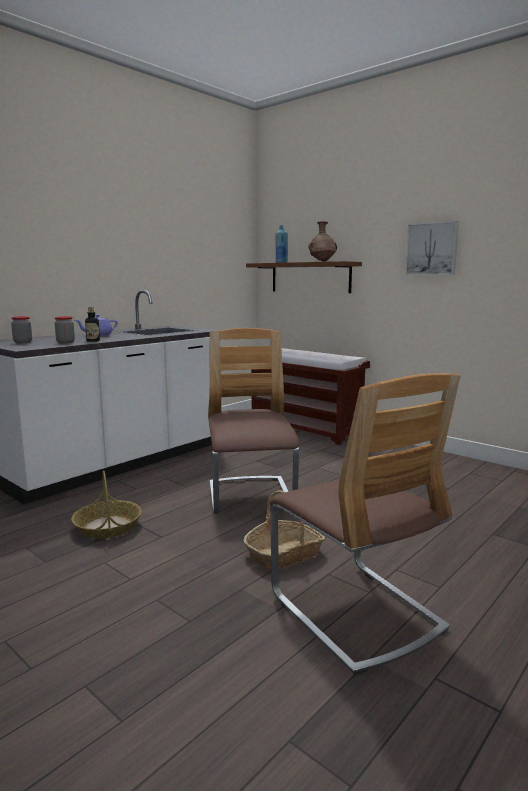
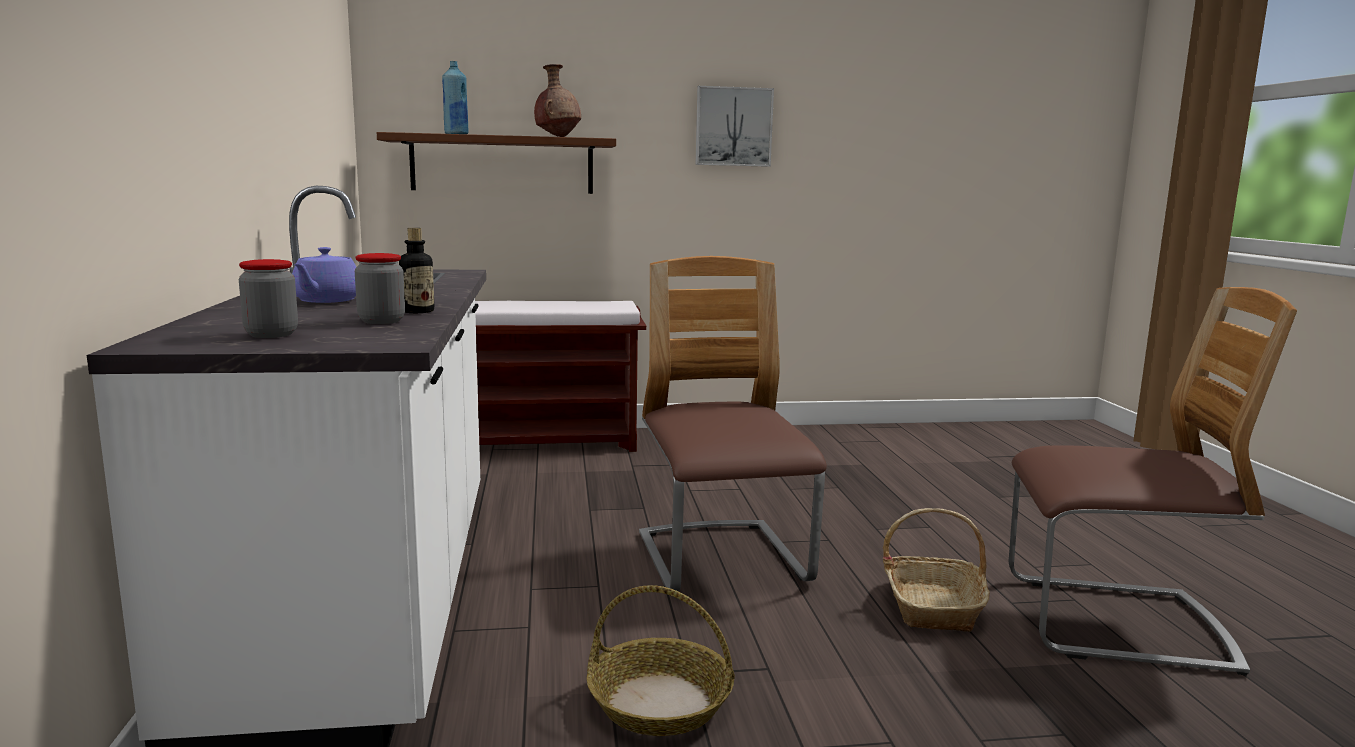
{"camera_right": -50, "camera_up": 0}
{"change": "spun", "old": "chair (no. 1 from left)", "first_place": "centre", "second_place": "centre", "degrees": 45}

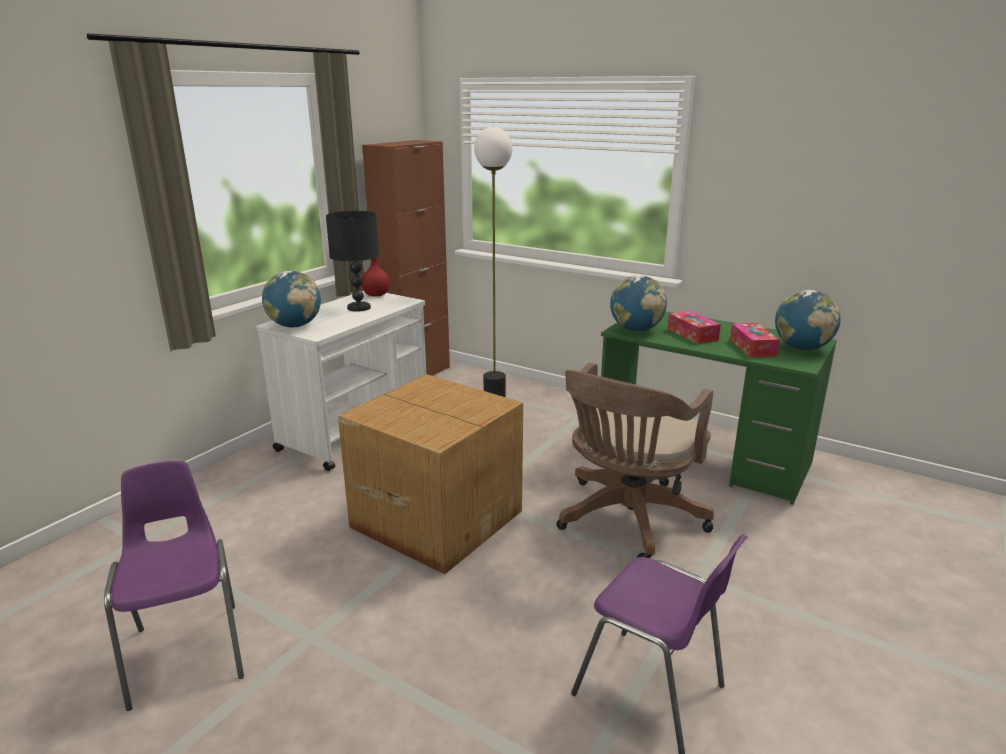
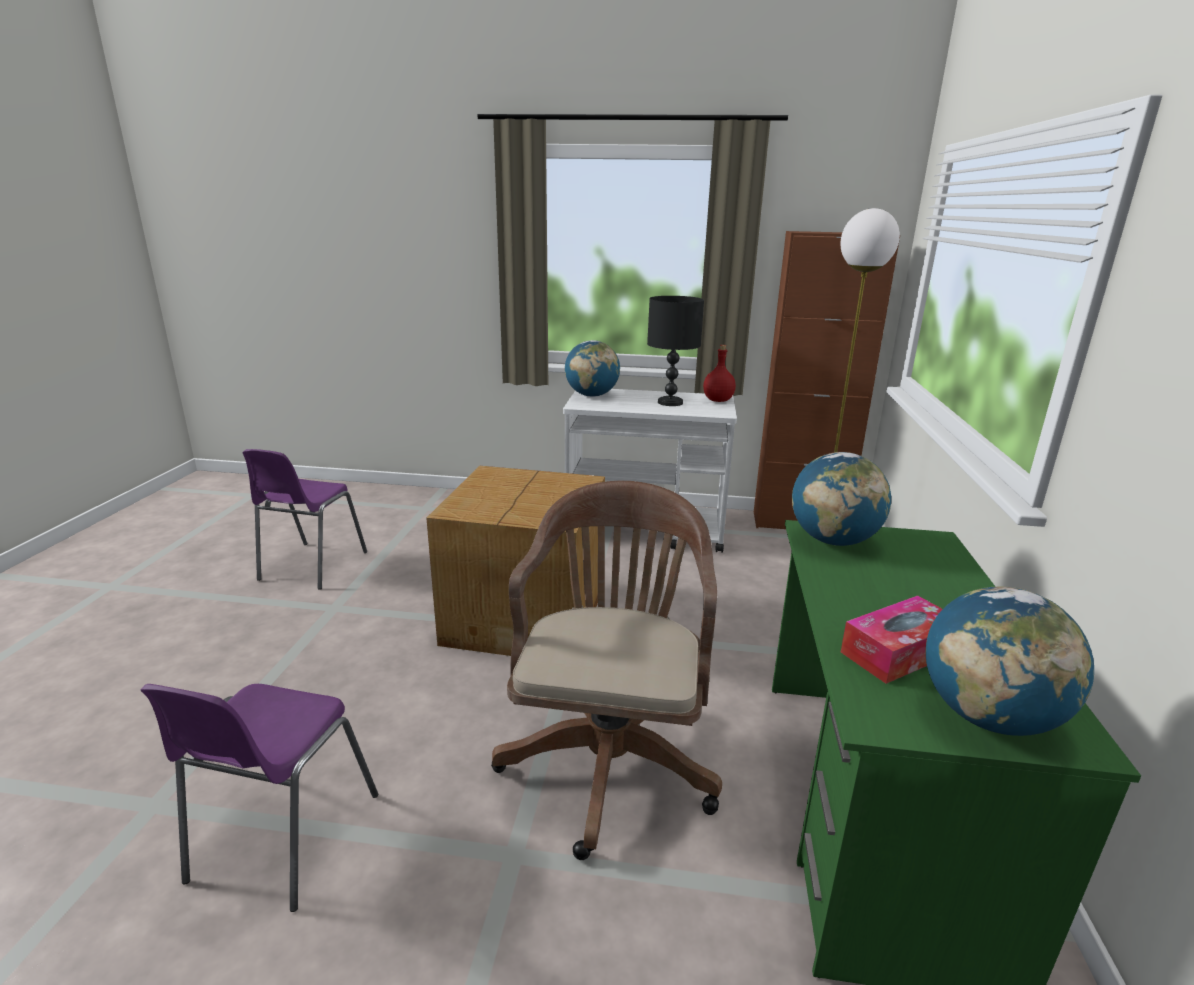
{"camera_right": 65, "camera_up": 0}
{"change": "missing", "old": "tissue_box (no. 1 from left)", "first_place": "middle right"}
{"change": "spun", "old": "brown_office_chair", "first_place": "centre", "second_place": "bottom centre", "degrees": 90}
{"change": "spun", "old": "purple_chair (no. 1 from left in the first image)", "first_place": "bottom left", "second_place": "middle left", "degrees": 150}

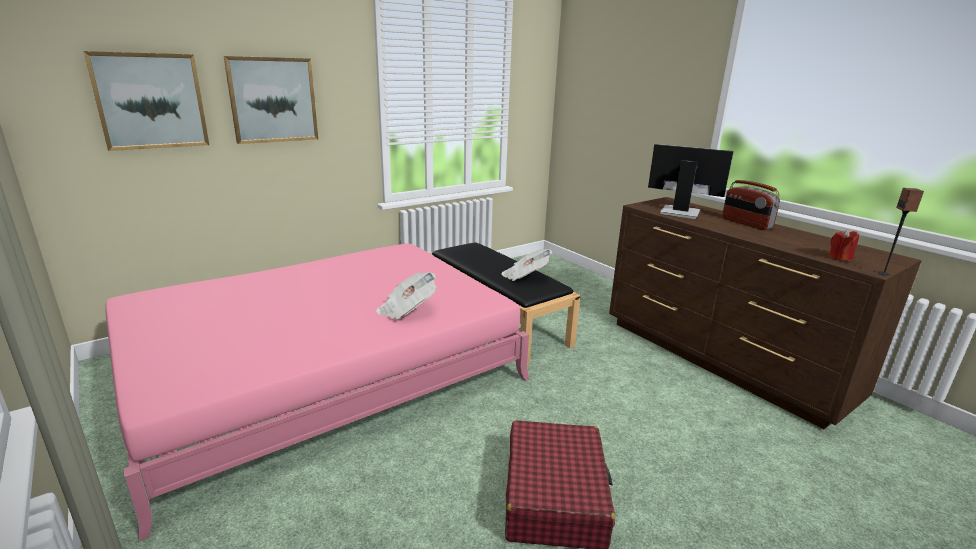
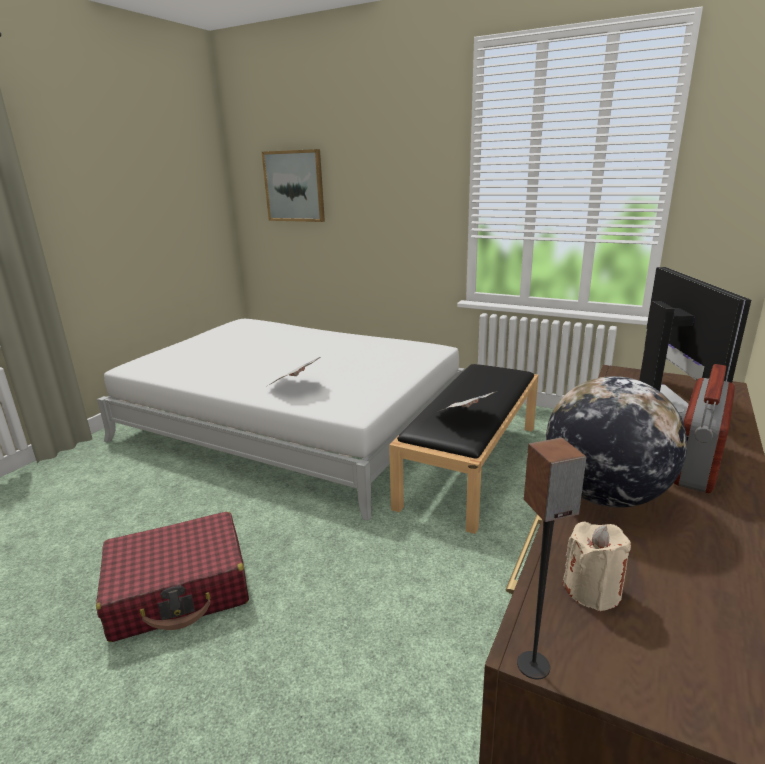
{"camera_right": 65, "camera_up": 0}
{"change": "missing", "old": "picture (no. 2 from left)", "first_place": "top left"}
{"change": "colour", "old": "red_candle", "new": "beige_candle", "first_place": "middle right", "second_place": "bottom right"}
{"change": "colour", "old": "pink_bed", "new": "white_bed", "first_place": "bottom left", "second_place": "centre"}
{"change": "appeared", "new": "globe", "second_place": "middle right"}

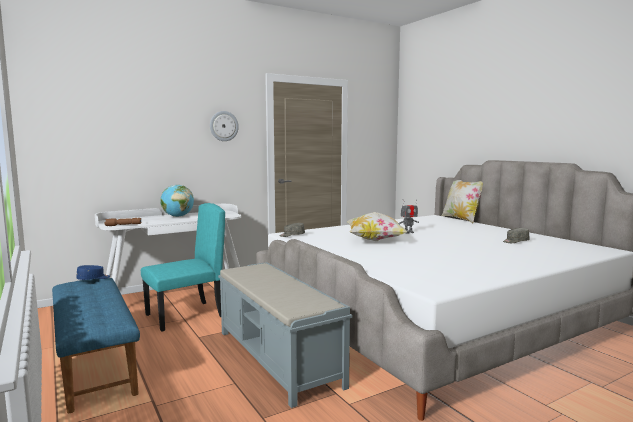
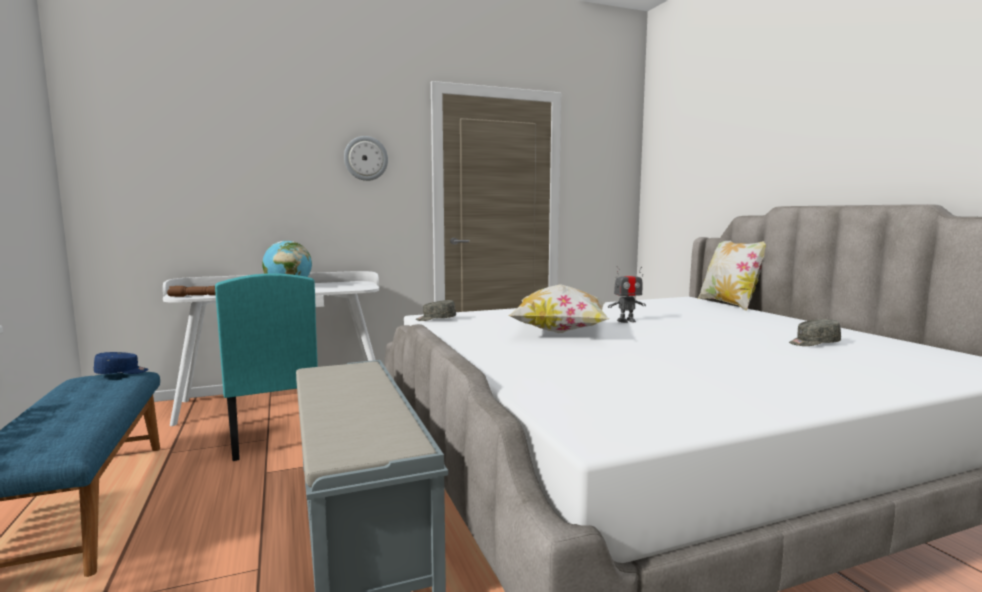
{"camera_right": 10, "camera_up": 0}
{"change": "spun", "old": "turquoise_chair", "first_place": "middle left", "second_place": "middle left", "degrees": 90}

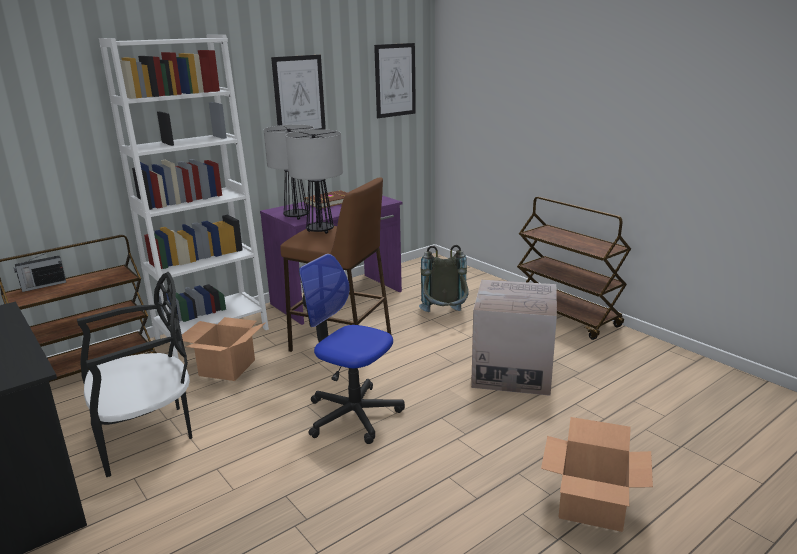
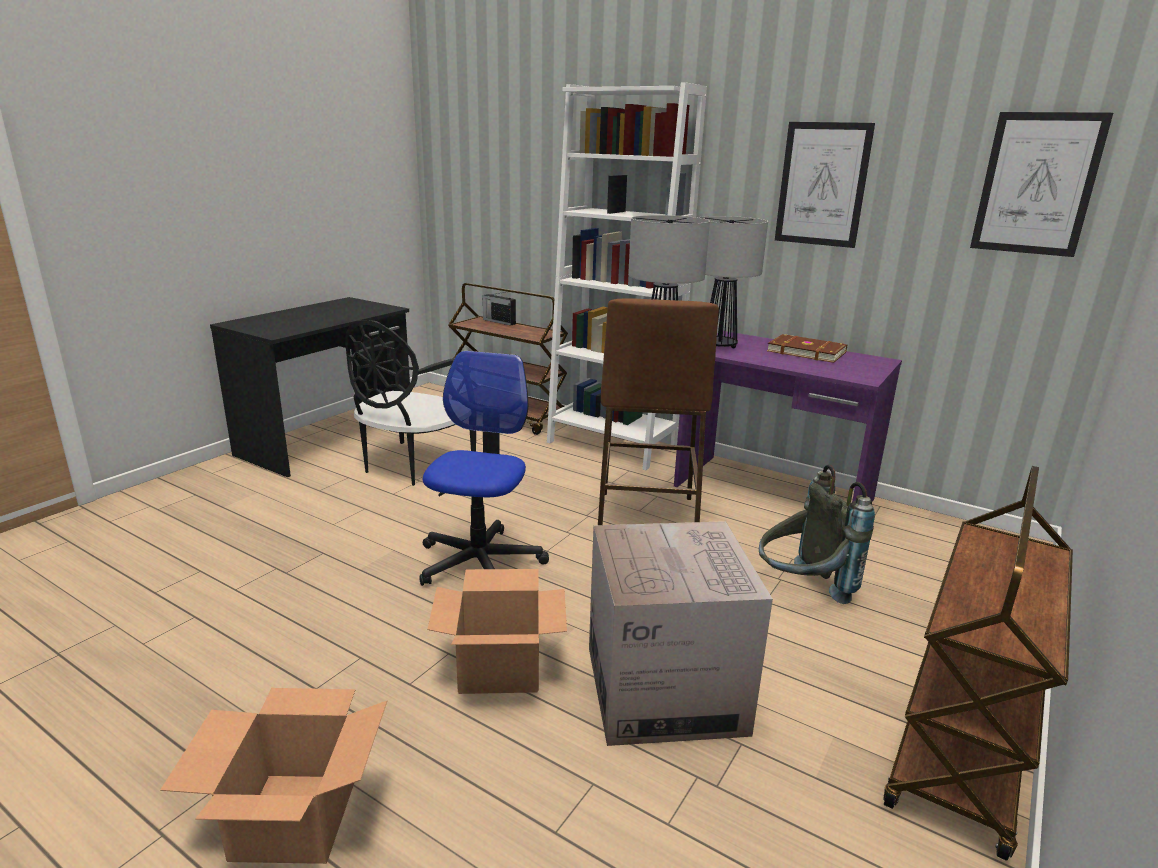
{"camera_right": 70, "camera_up": 0}
{"change": "spun", "old": "black_chair", "first_place": "bottom left", "second_place": "centre", "degrees": 75}
{"change": "relocated", "old": "cardboard_box (no. 1 from left in the first image)", "new": "cardboard_box (no. 2 from left)", "first_place": "middle left", "second_place": "bottom centre"}

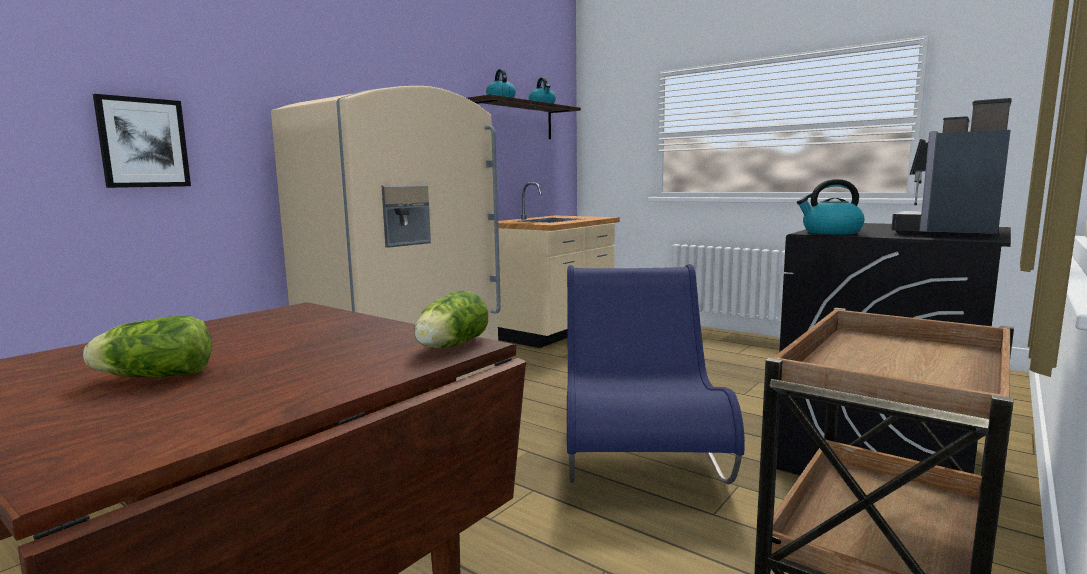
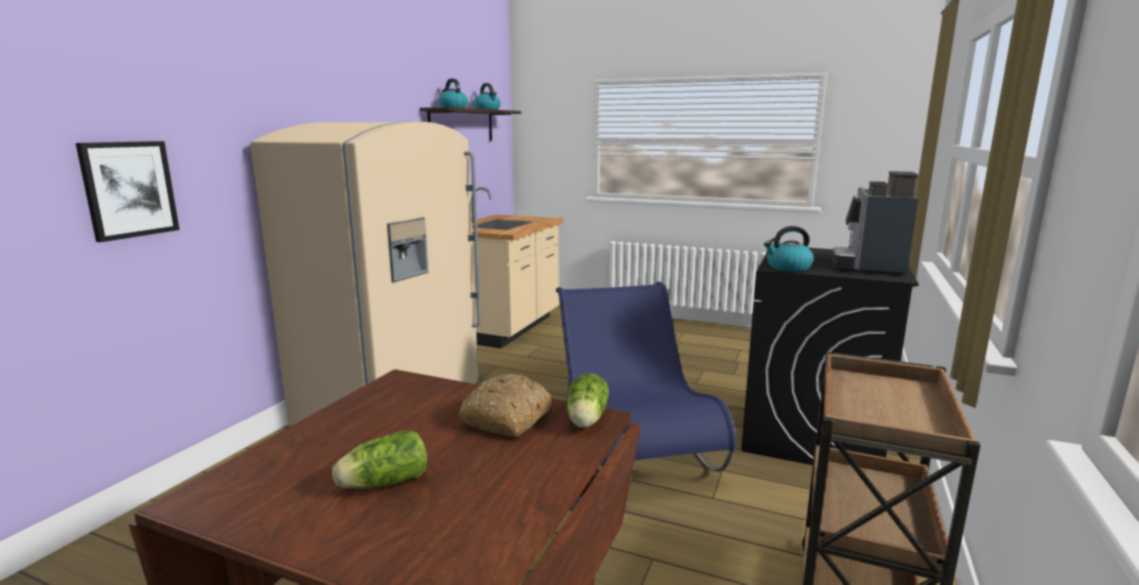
{"camera_right": -15, "camera_up": 5}
{"change": "appeared", "new": "bread", "second_place": "bottom centre"}

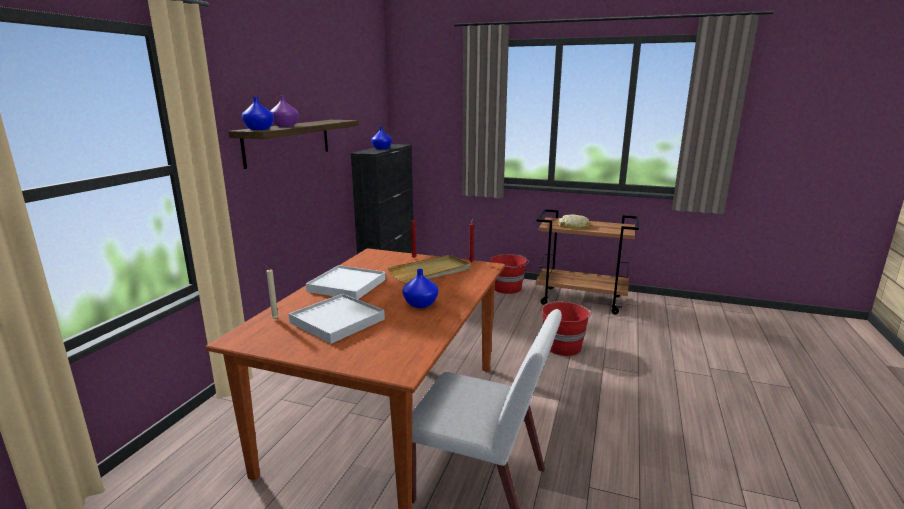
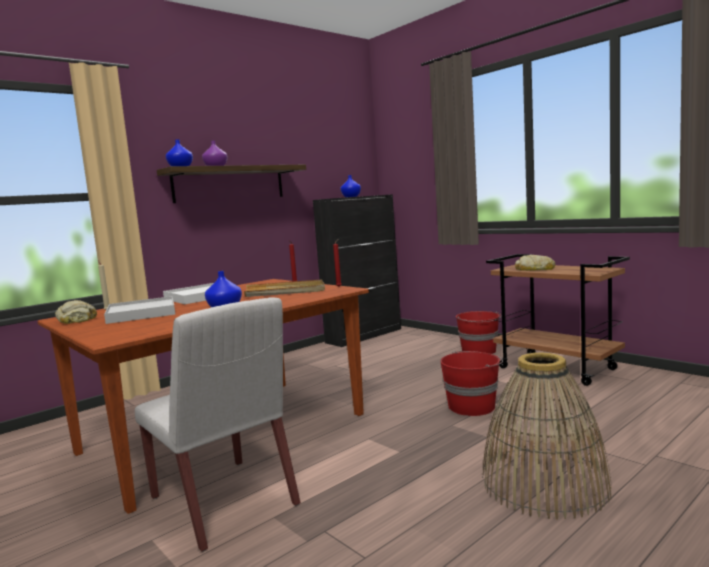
{"camera_right": 30, "camera_up": -10}
{"change": "appeared", "new": "bread (no. 1 from left)", "second_place": "middle left"}
{"change": "appeared", "new": "basket", "second_place": "bottom right"}

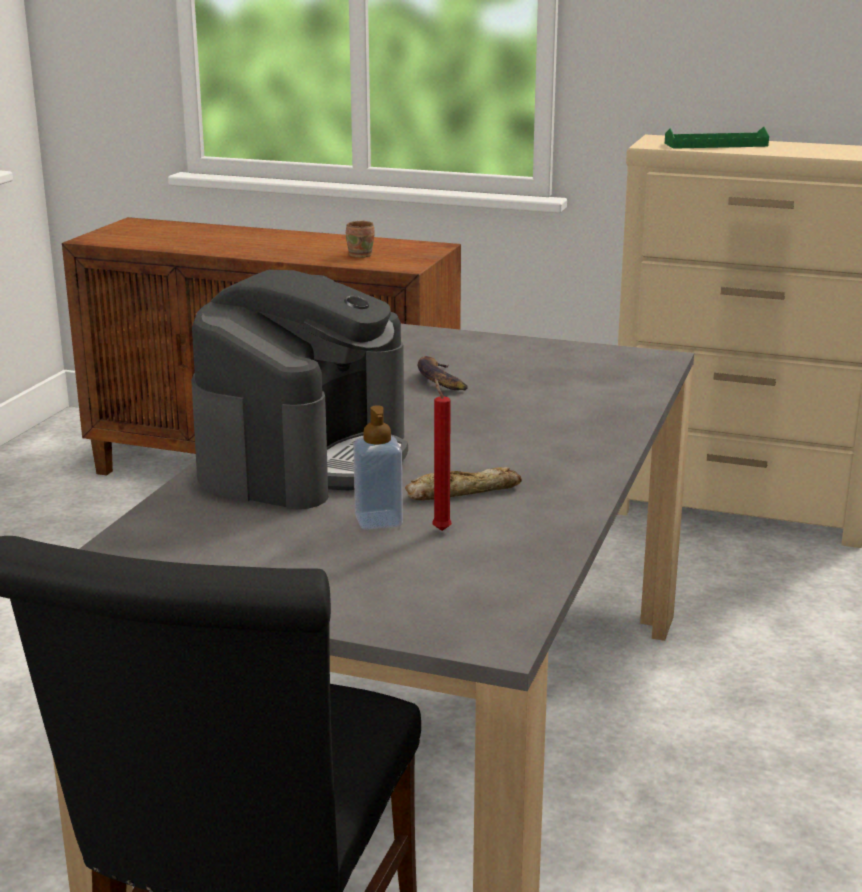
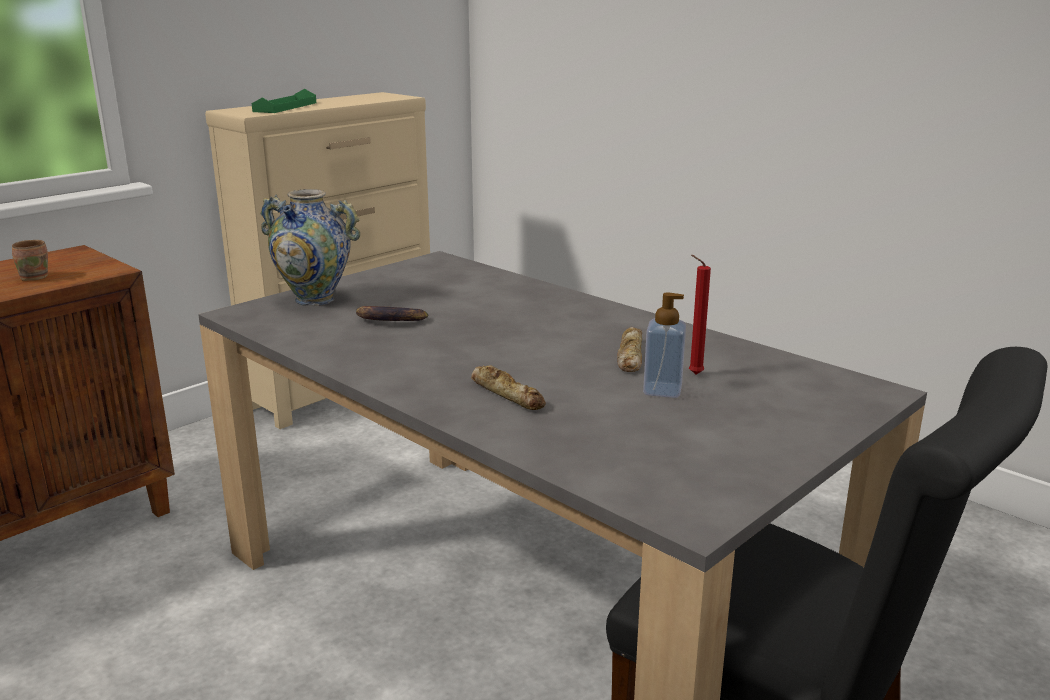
{"camera_right": -65, "camera_up": 0}
{"change": "exchanged", "old": "coffee_machine", "new": "bread (no. 1 from left)", "first_place": "centre", "second_place": "centre"}
{"change": "appeared", "new": "vase", "second_place": "middle left"}

